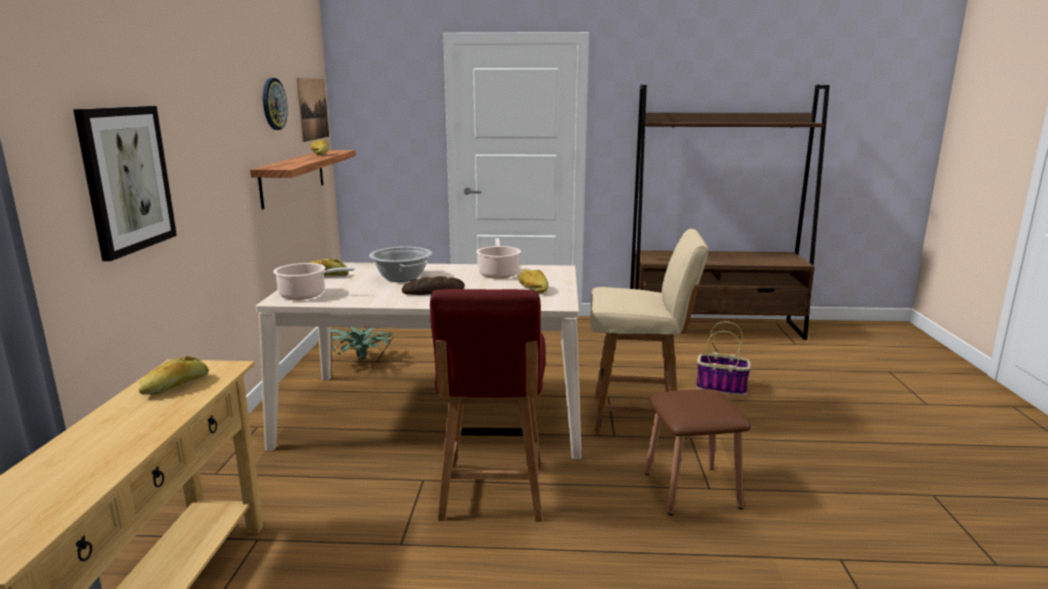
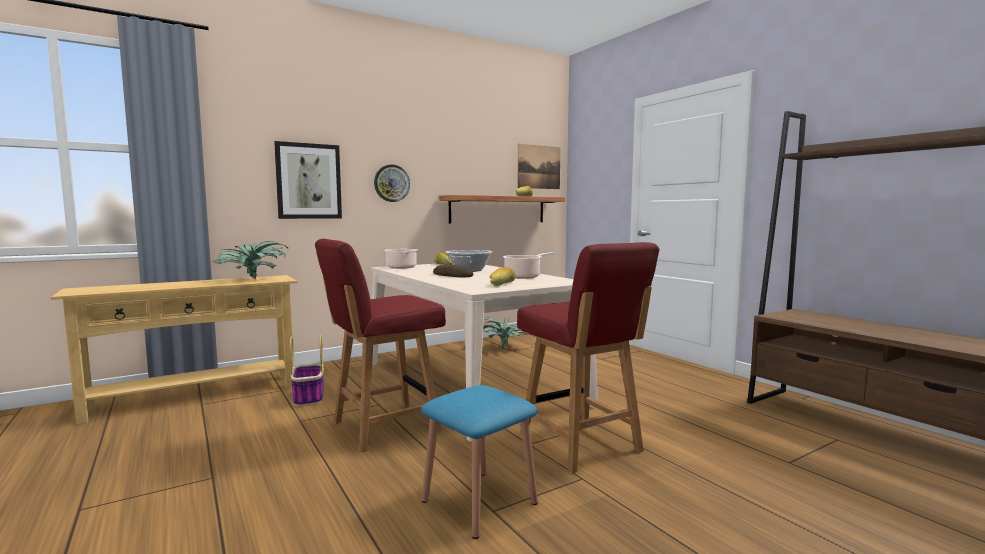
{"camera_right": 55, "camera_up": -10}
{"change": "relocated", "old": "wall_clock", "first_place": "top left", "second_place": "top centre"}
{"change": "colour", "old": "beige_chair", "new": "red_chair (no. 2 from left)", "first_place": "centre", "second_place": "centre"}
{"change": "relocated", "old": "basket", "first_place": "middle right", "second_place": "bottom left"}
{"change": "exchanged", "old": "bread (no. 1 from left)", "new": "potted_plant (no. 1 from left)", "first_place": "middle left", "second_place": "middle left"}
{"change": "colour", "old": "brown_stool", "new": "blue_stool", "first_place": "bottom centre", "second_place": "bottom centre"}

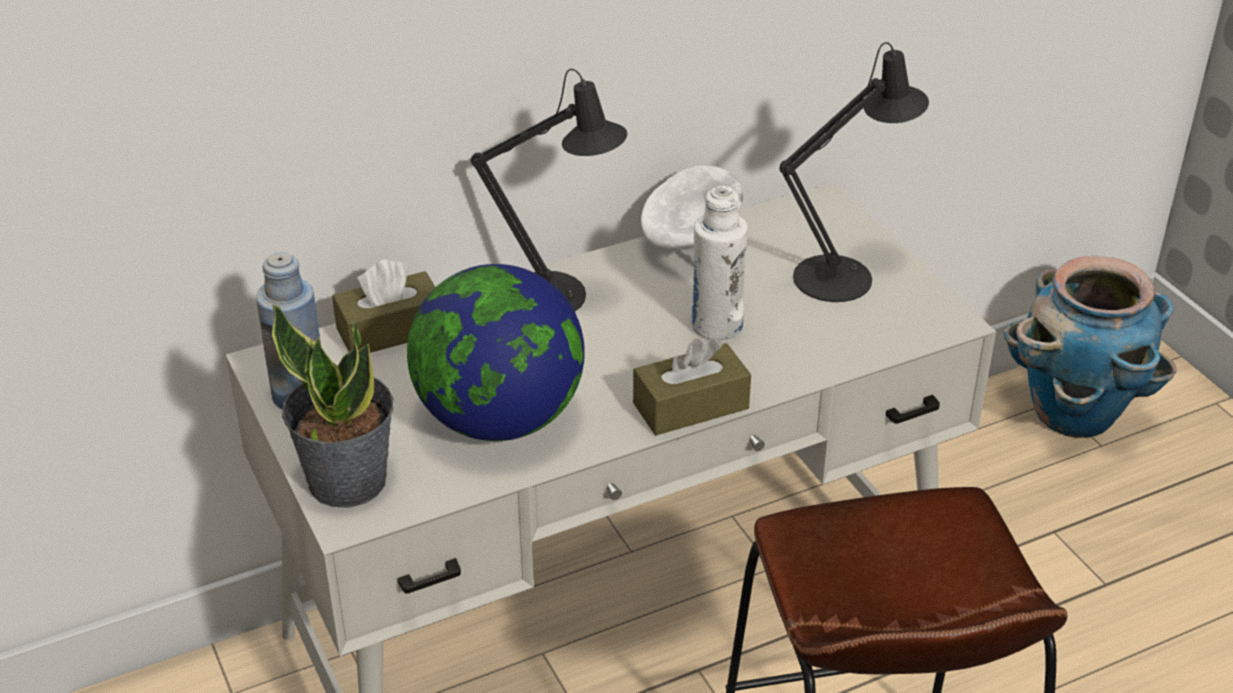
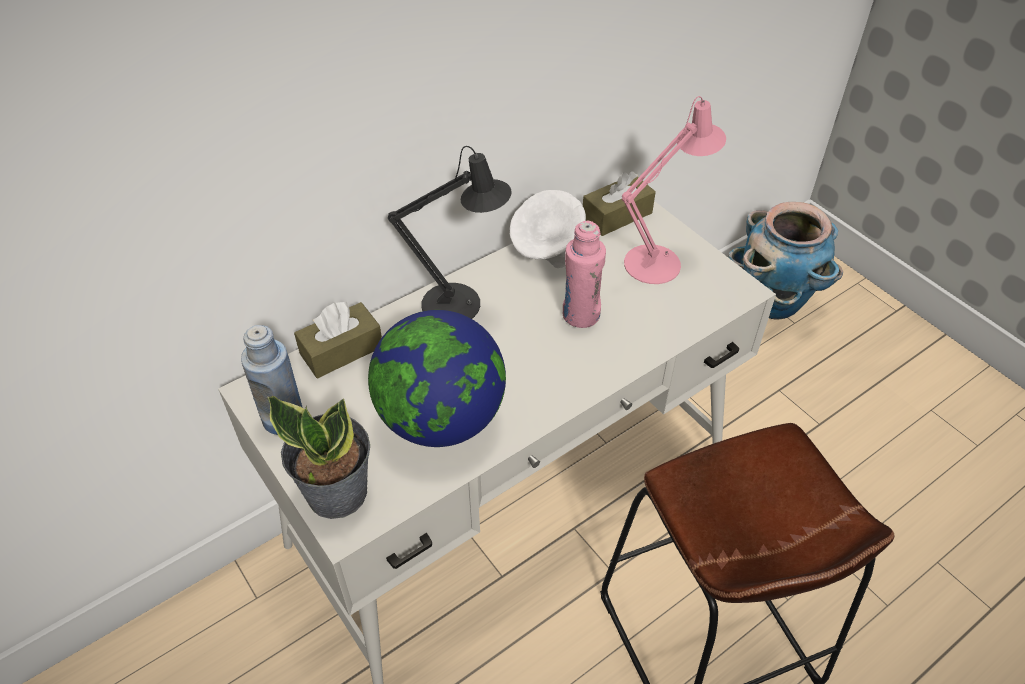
{"camera_right": -10, "camera_up": 10}
{"change": "colour", "old": "black_table_lamp (no. 2 from left)", "new": "pink_table_lamp", "first_place": "top right", "second_place": "top centre"}
{"change": "colour", "old": "white_bottle", "new": "pink_bottle", "first_place": "centre", "second_place": "centre"}
{"change": "relocated", "old": "brown_tissue_box (no. 2 from left)", "first_place": "centre", "second_place": "top centre"}

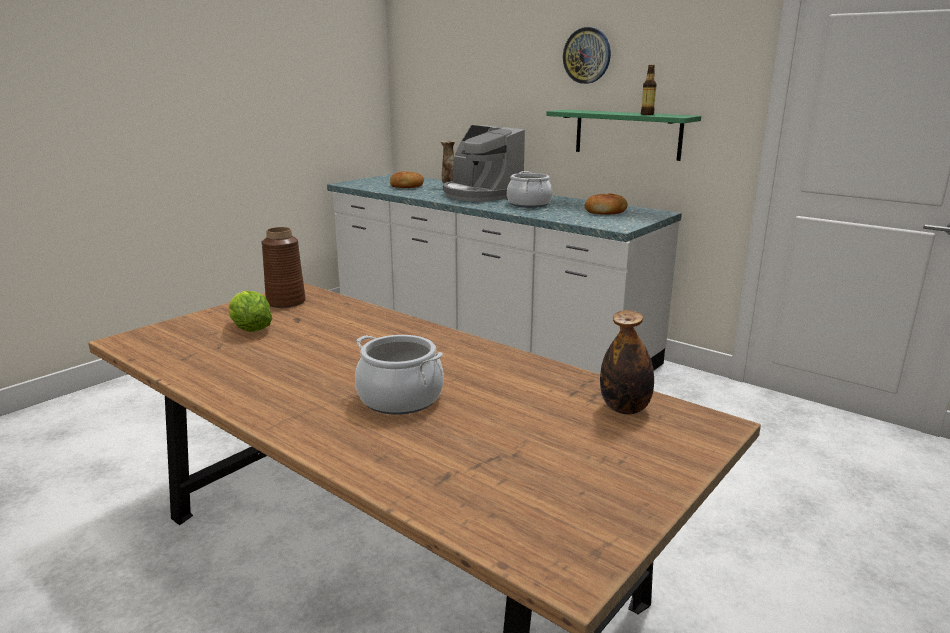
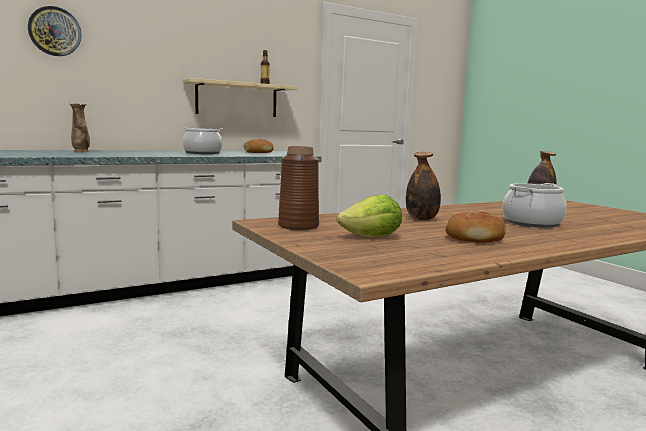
{"camera_right": -70, "camera_up": -10}
{"change": "relocated", "old": "wall_clock", "first_place": "top centre", "second_place": "top left"}
{"change": "colour", "old": "green_shelf", "new": "beige_shelf", "first_place": "top centre", "second_place": "top centre"}
{"change": "missing", "old": "coffee_machine", "first_place": "top centre"}
{"change": "relocated", "old": "bread (no. 1 from left in the first image)", "new": "bread (no. 2 from left)", "first_place": "top centre", "second_place": "middle right"}
{"change": "appeared", "new": "bottle (no. 2 from left)", "second_place": "centre"}

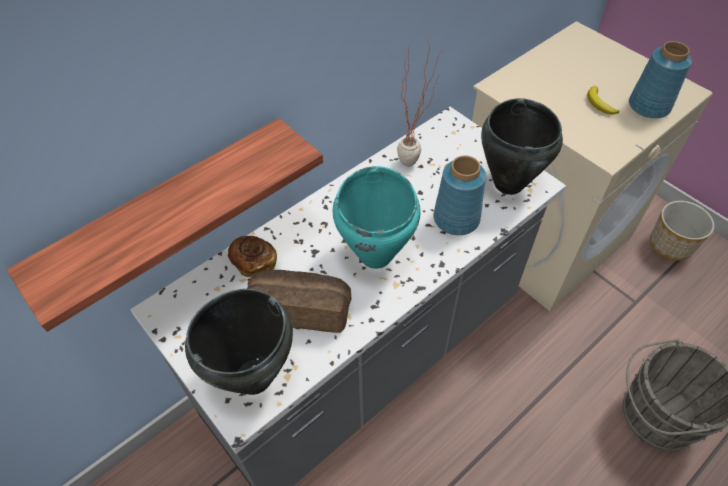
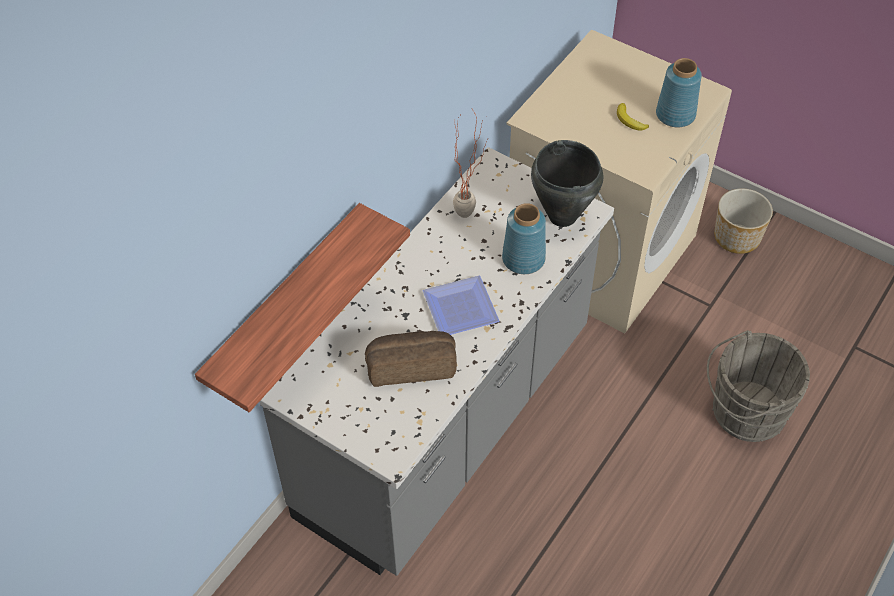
{"camera_right": -15, "camera_up": 0}
{"change": "exchanged", "old": "turquoise_cooking_pot", "new": "plate", "first_place": "centre", "second_place": "centre"}
{"change": "missing", "old": "bread (no. 1 from left)", "first_place": "centre"}
{"change": "missing", "old": "black_cooking_pot (no. 1 from left)", "first_place": "bottom left"}

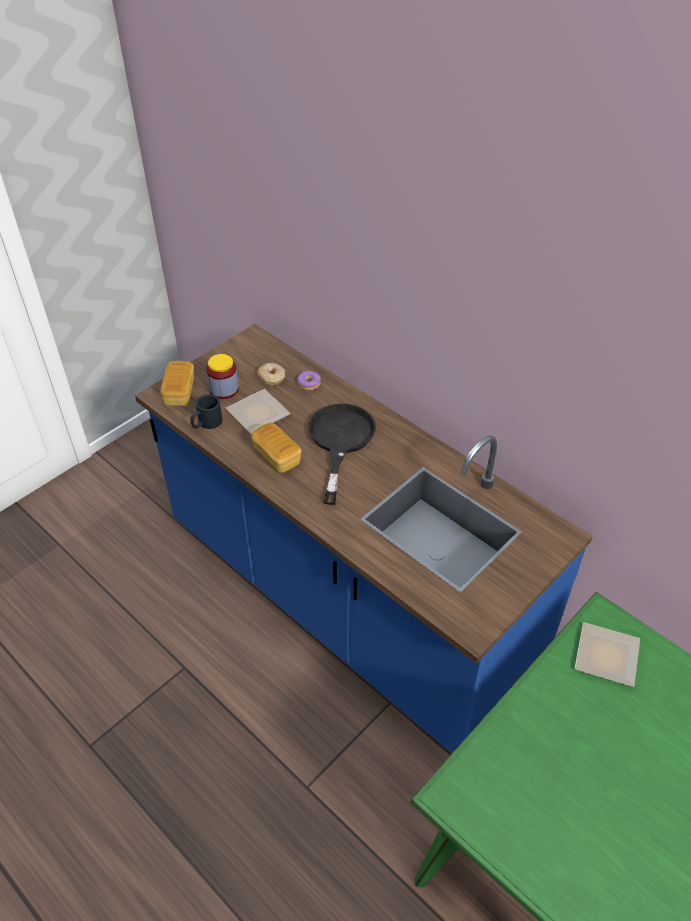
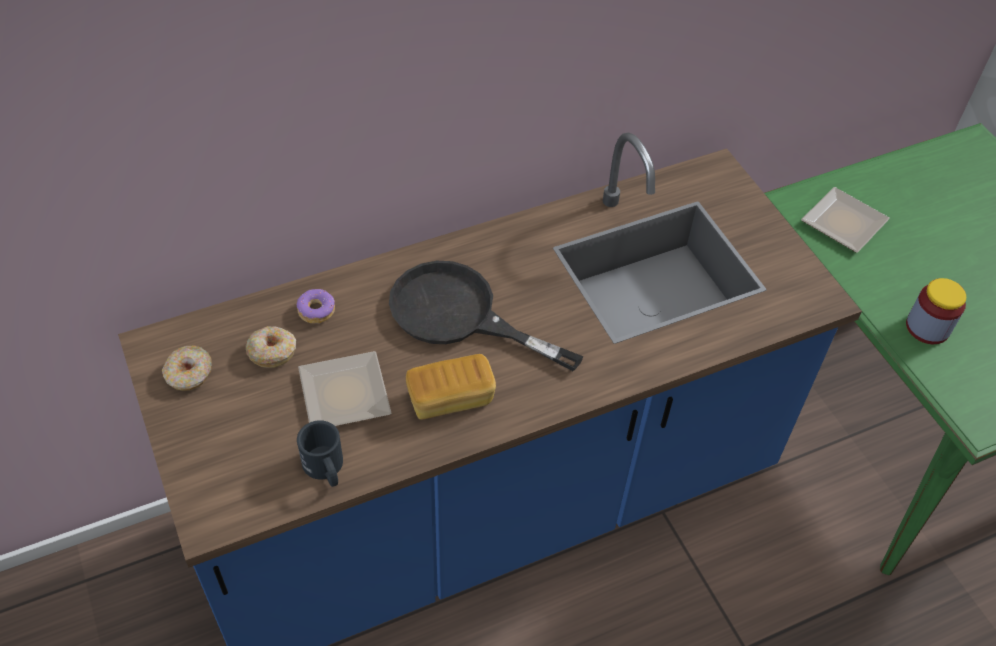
{"camera_right": -70, "camera_up": 5}
{"change": "relocated", "old": "jar", "first_place": "middle left", "second_place": "middle right"}
{"change": "missing", "old": "bread (no. 1 from left)", "first_place": "middle left"}
{"change": "appeared", "new": "donut (no. 1 from left)", "second_place": "middle left"}

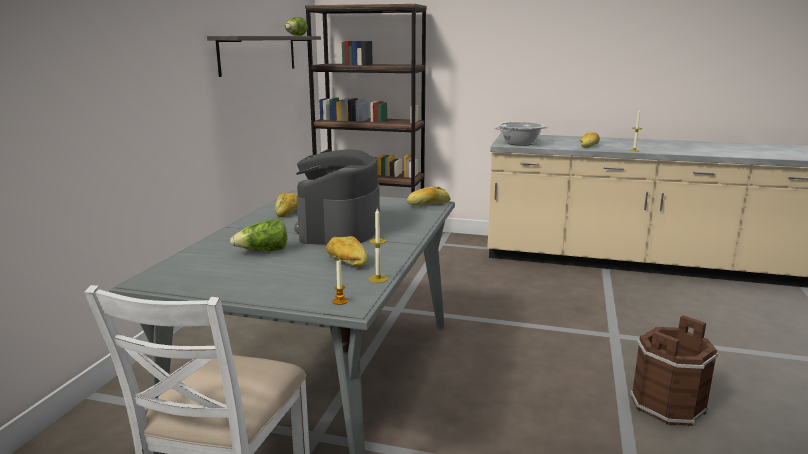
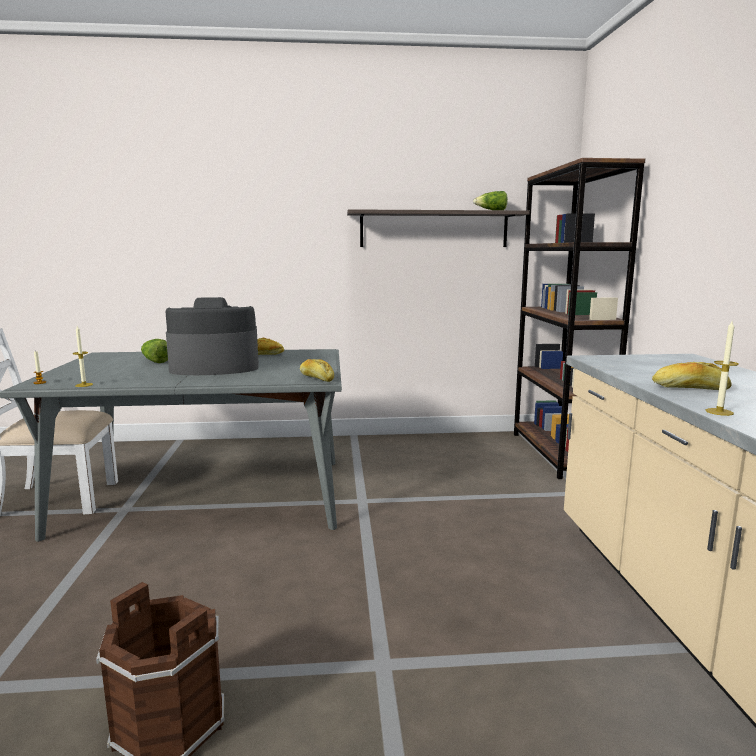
{"camera_right": 70, "camera_up": -5}
{"change": "missing", "old": "cooking_pot", "first_place": "top centre"}
{"change": "missing", "old": "bread (no. 2 from left)", "first_place": "centre"}

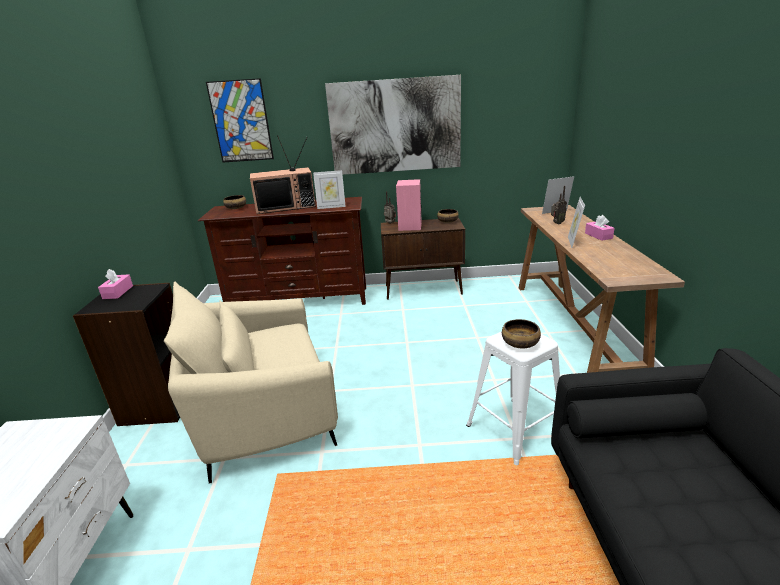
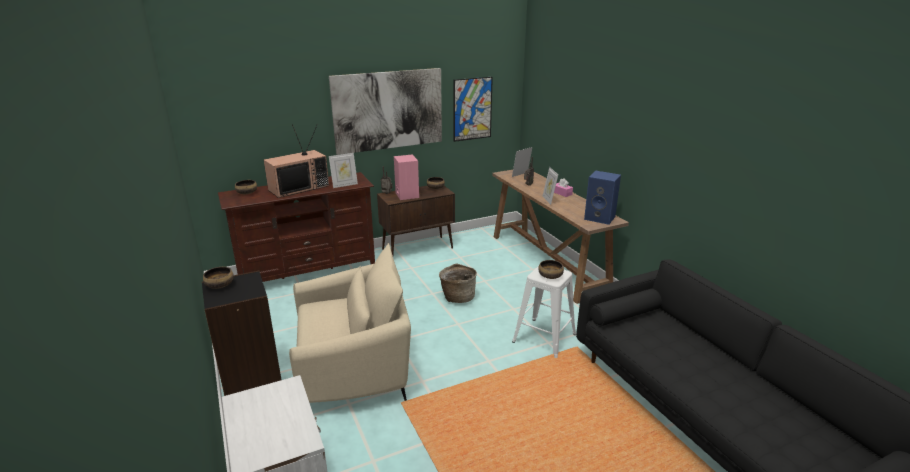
{"camera_right": -25, "camera_up": 0}
{"change": "relocated", "old": "picture (no. 1 from left in the first image)", "new": "picture (no. 2 from left)", "first_place": "top left", "second_place": "top centre"}
{"change": "exchanged", "old": "pink_tissue_box (no. 1 from left)", "new": "bowl (no. 1 from left)", "first_place": "middle left", "second_place": "middle left"}
{"change": "spun", "old": "beige_armchair", "first_place": "middle left", "second_place": "bottom centre", "degrees": -150}
{"change": "appeared", "new": "blue_speaker", "second_place": "centre"}
{"change": "appeared", "new": "basket", "second_place": "centre"}

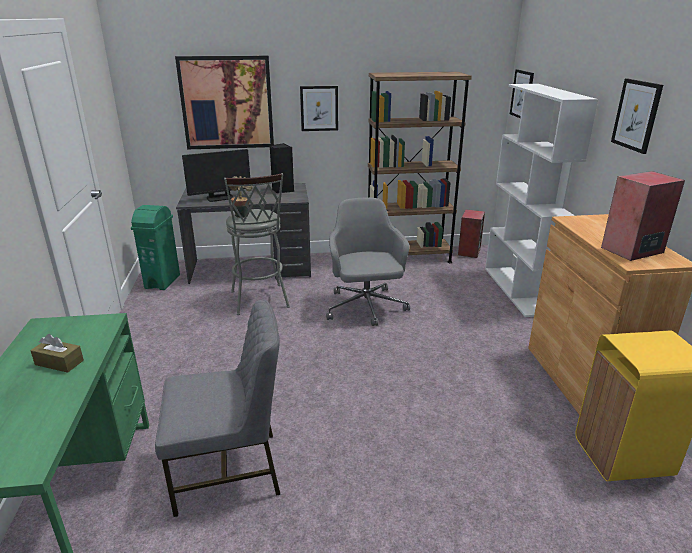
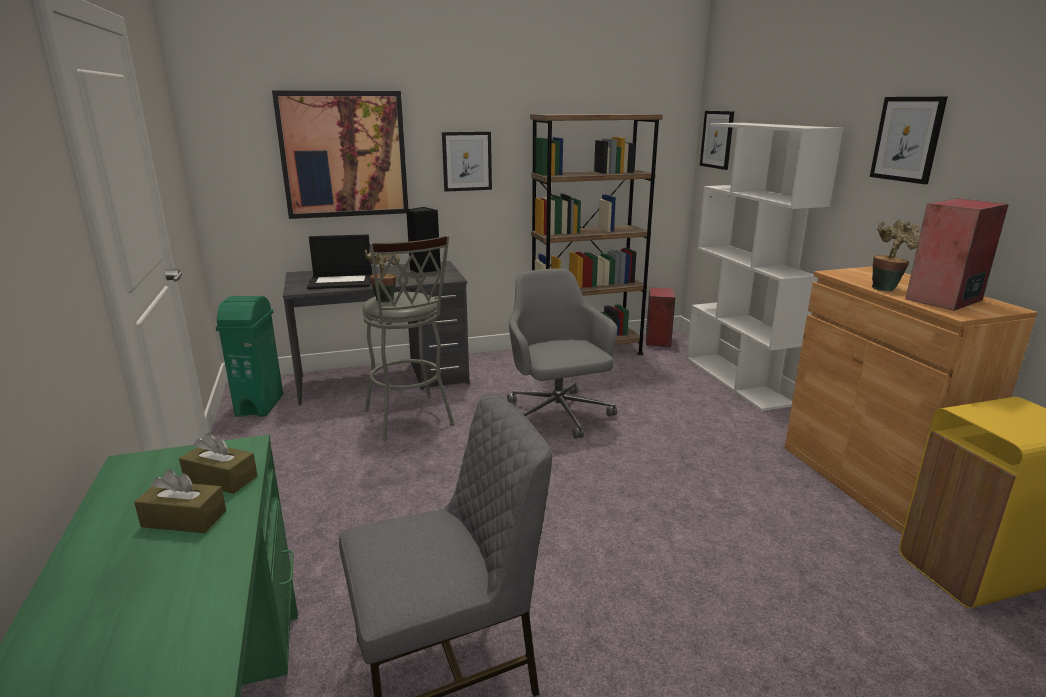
{"camera_right": -10, "camera_up": -5}
{"change": "exchanged", "old": "monitor", "new": "laptop", "first_place": "top left", "second_place": "middle left"}
{"change": "appeared", "new": "potted_plant (no. 2 from left)", "second_place": "middle right"}
{"change": "appeared", "new": "brown_tissue_box (no. 2 from left)", "second_place": "middle left"}

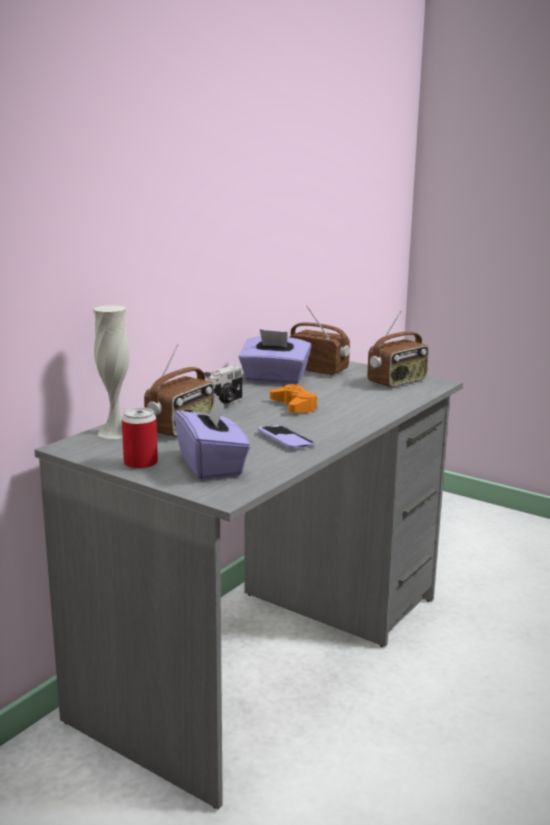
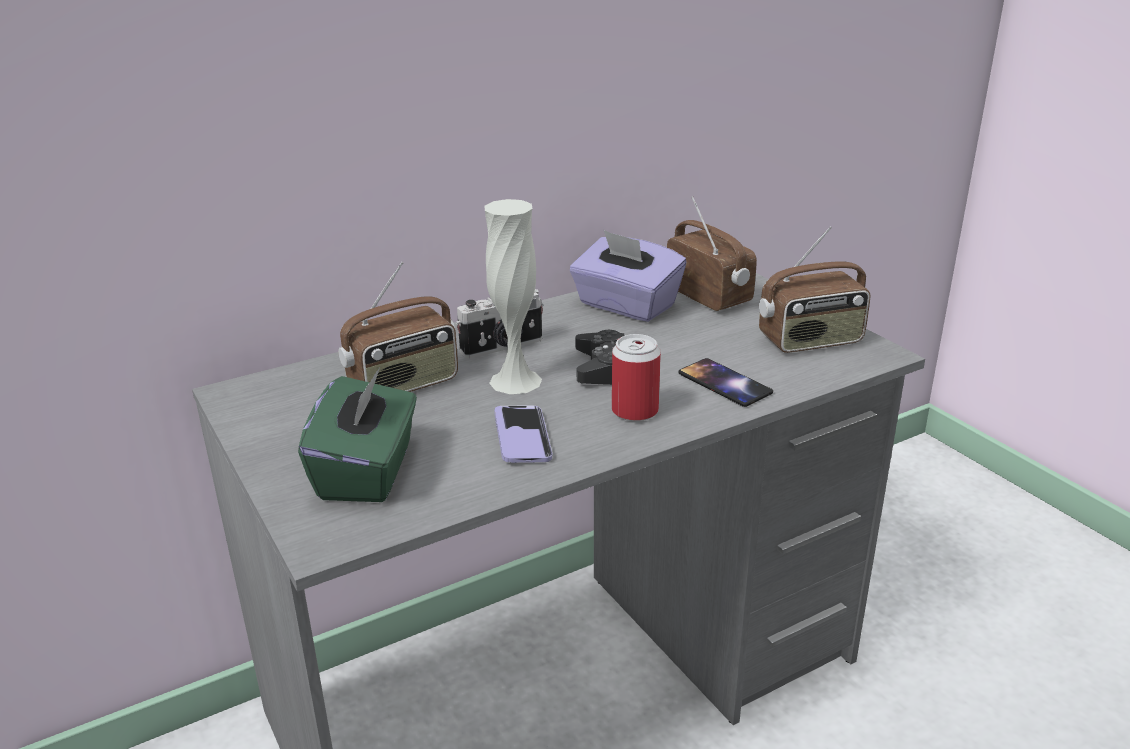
{"camera_right": 25, "camera_up": 10}
{"change": "relocated", "old": "white_vase", "first_place": "middle left", "second_place": "centre"}
{"change": "colour", "old": "orange_game_controller", "new": "black_game_controller", "first_place": "centre", "second_place": "centre"}
{"change": "colour", "old": "purple_tissue_box (no. 1 from left)", "new": "green_tissue_box", "first_place": "centre", "second_place": "middle left"}
{"change": "relocated", "old": "can", "first_place": "middle left", "second_place": "centre"}
{"change": "appeared", "new": "phone (no. 2 from left)", "second_place": "centre"}

